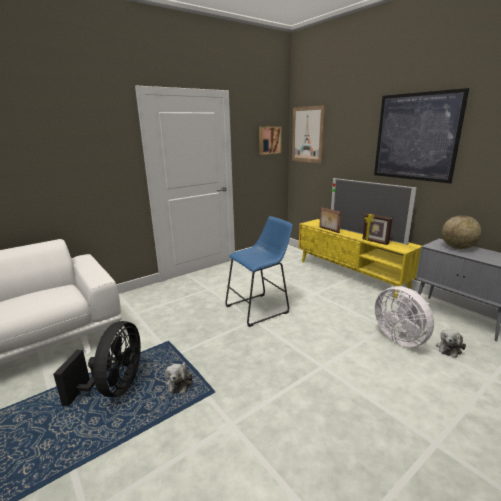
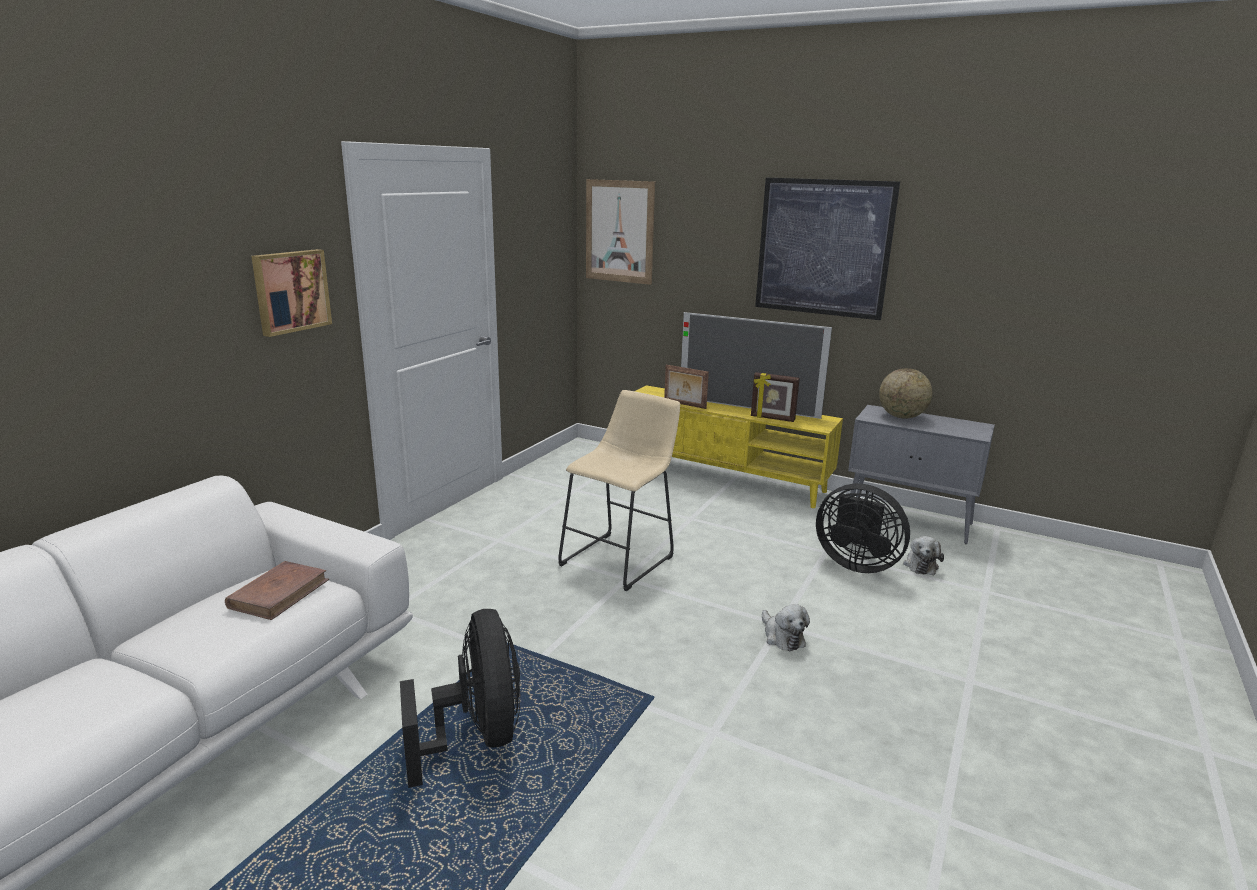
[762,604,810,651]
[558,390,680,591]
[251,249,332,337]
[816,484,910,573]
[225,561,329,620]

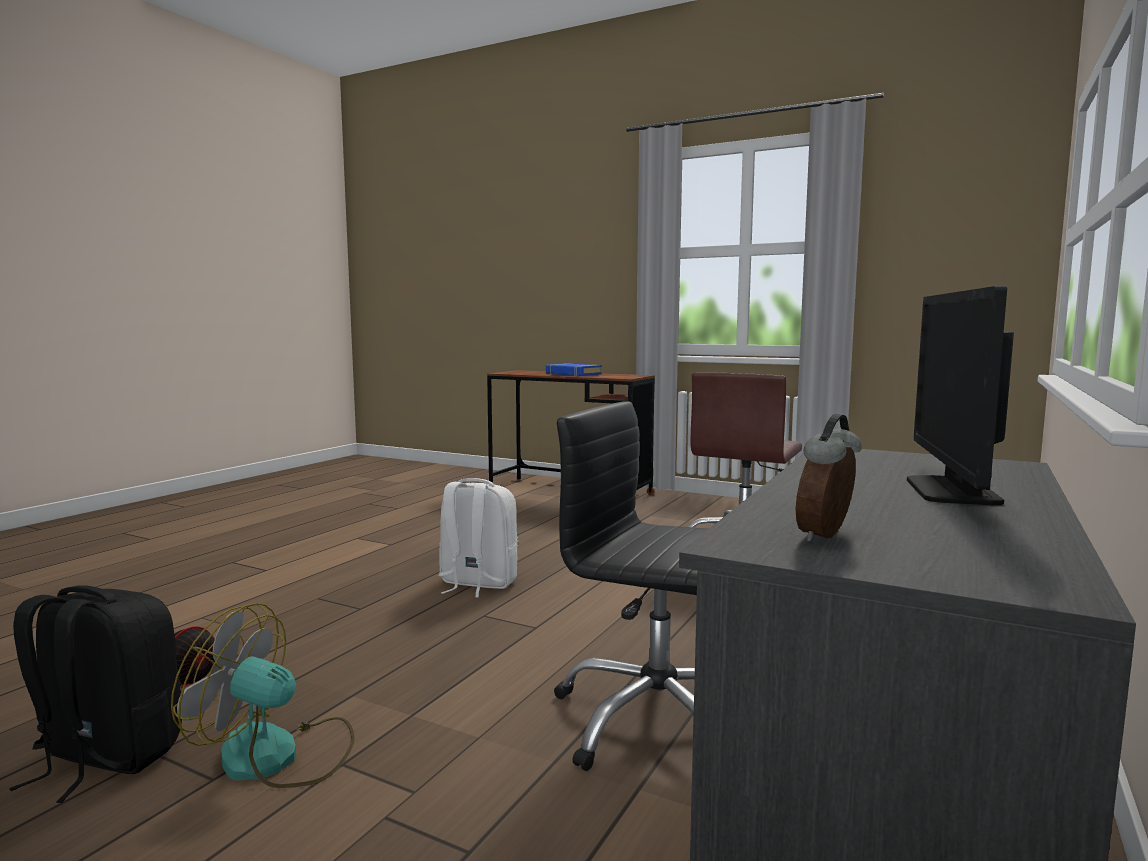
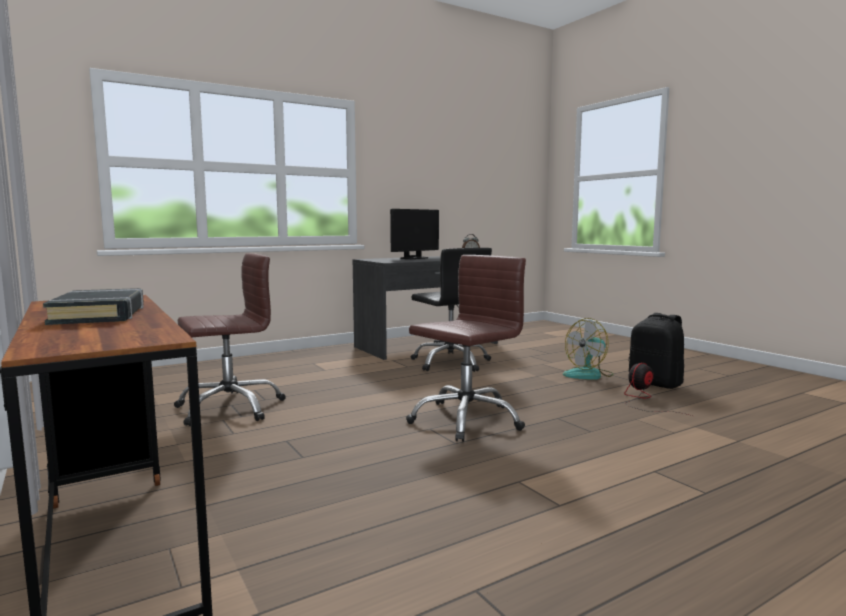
[563,318,613,380]
[406,255,526,442]
[43,288,144,325]

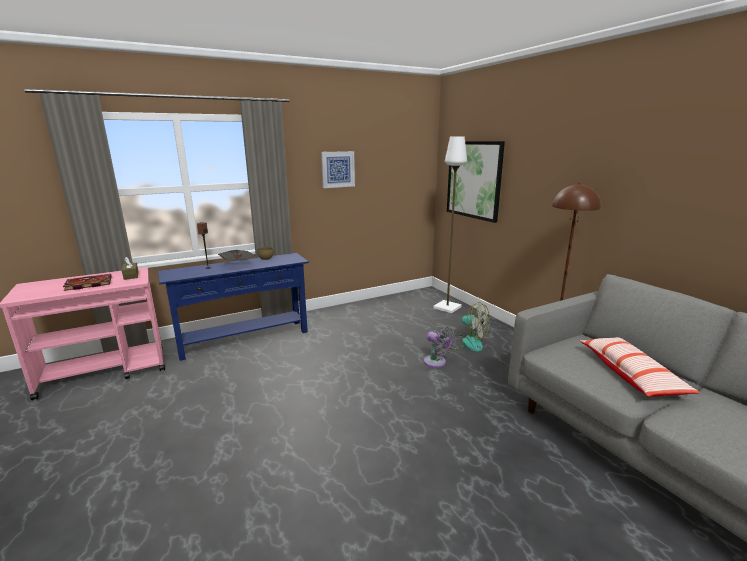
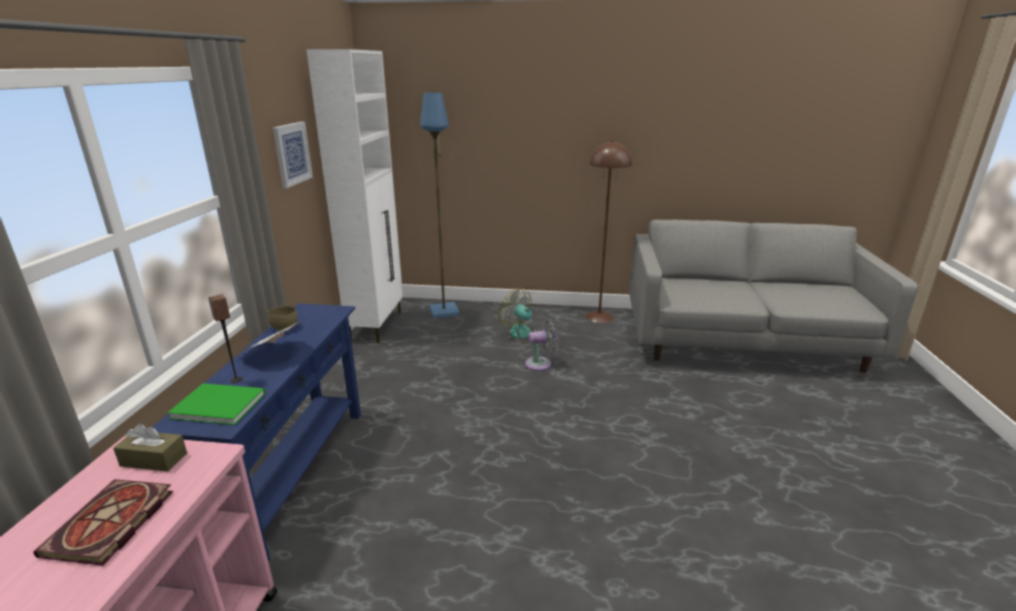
[420,92,459,318]
[447,141,505,223] (first image)
[498,288,547,344]
[580,337,700,397] (first image)
[167,383,266,425]
[306,49,403,343]

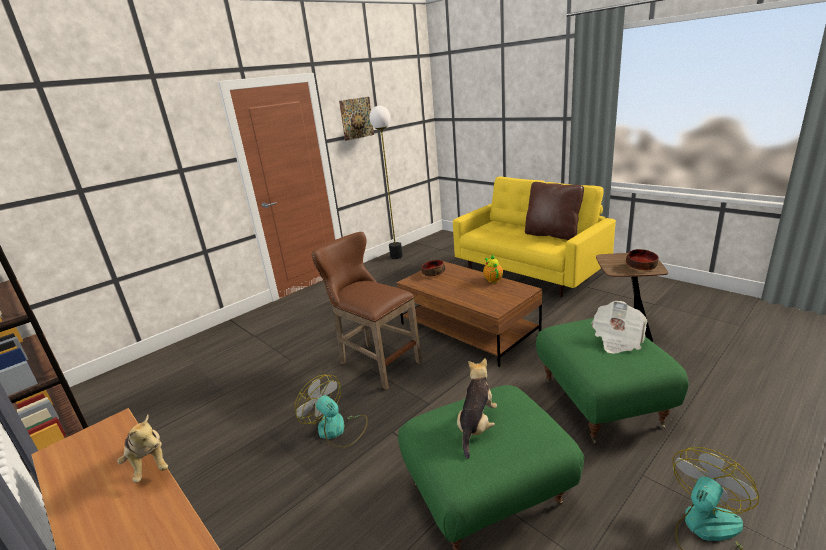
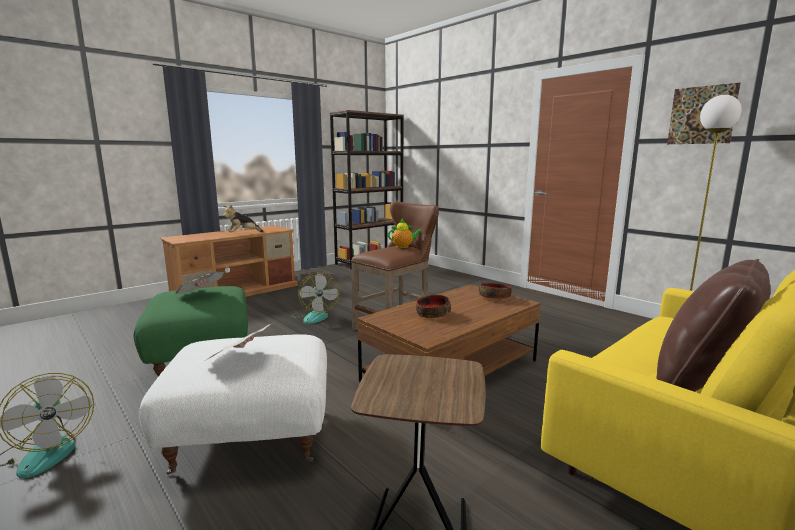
[291,273,339,324]
[174,272,224,295]
[388,219,421,248]
[138,334,327,475]
[416,295,451,318]

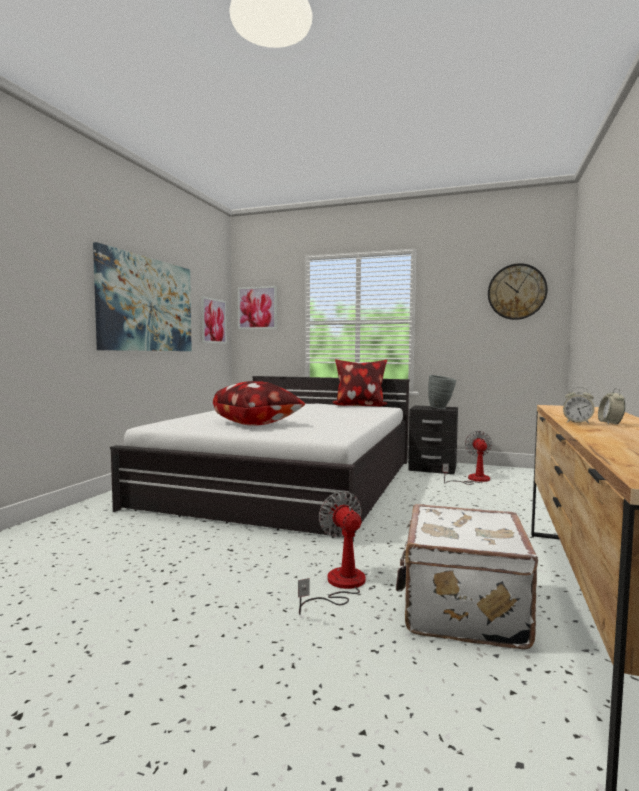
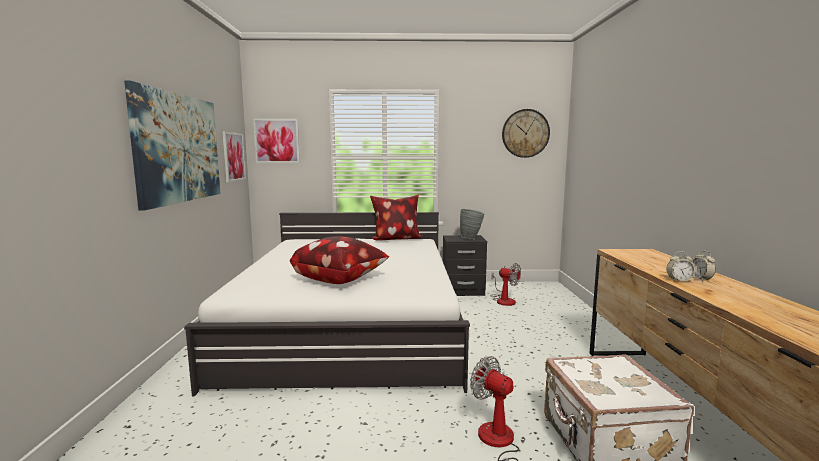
[491,263,521,306]

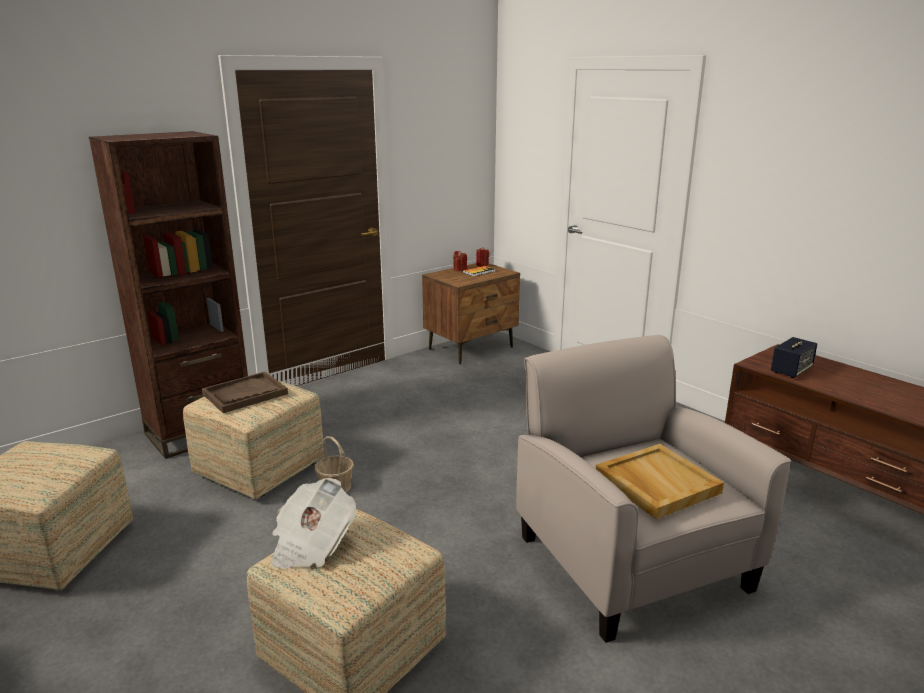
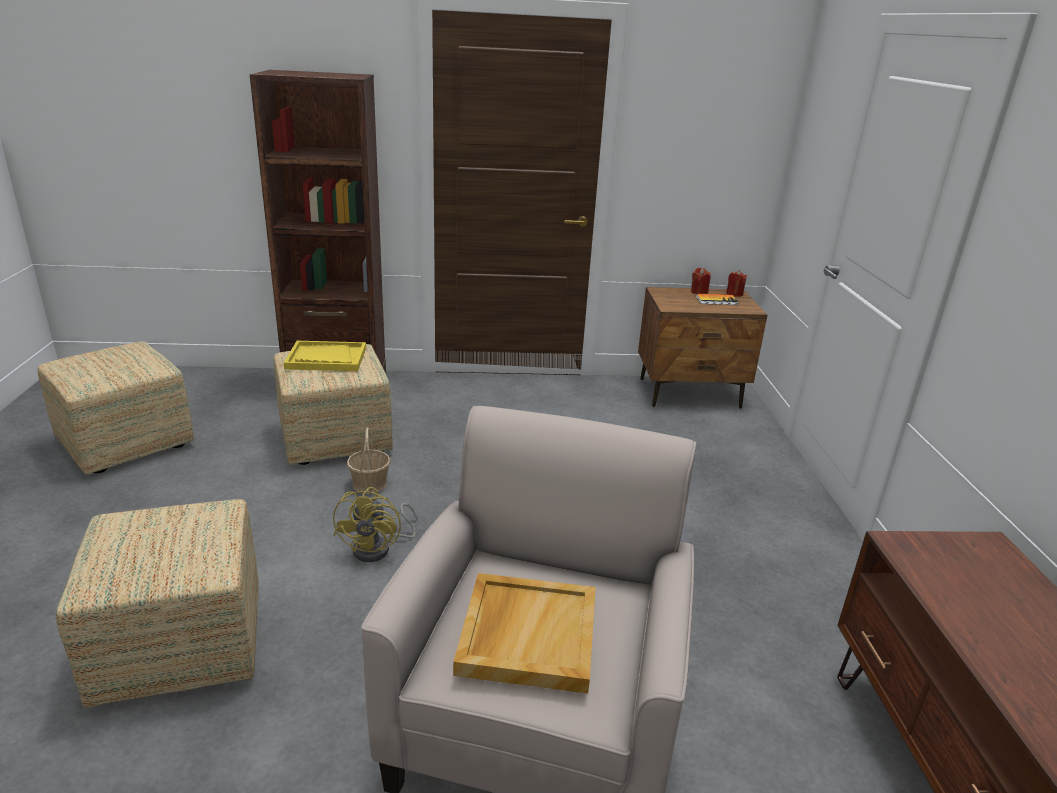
[284,341,366,371]
[271,478,356,568] (first image)
[771,337,817,378] (first image)
[333,487,418,562]

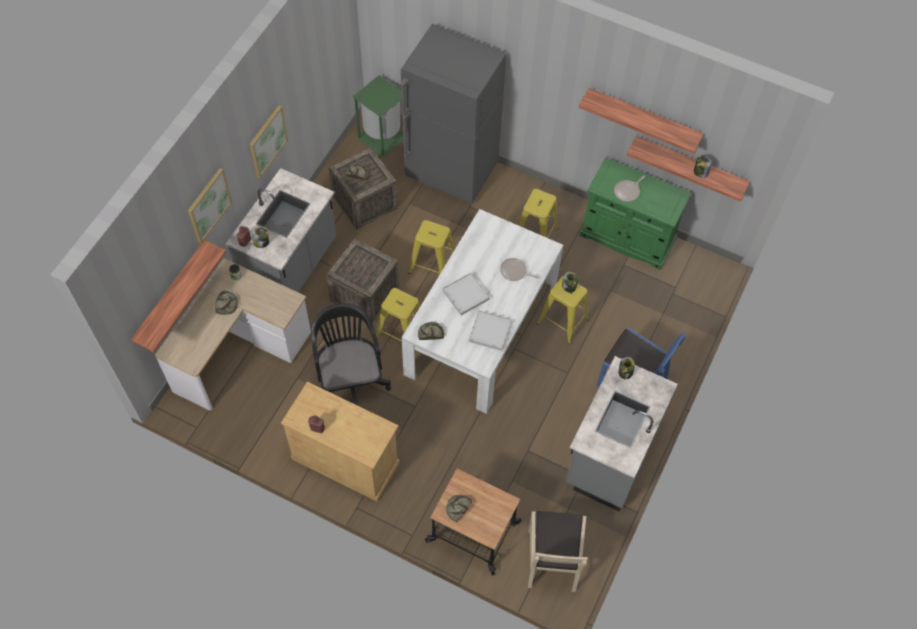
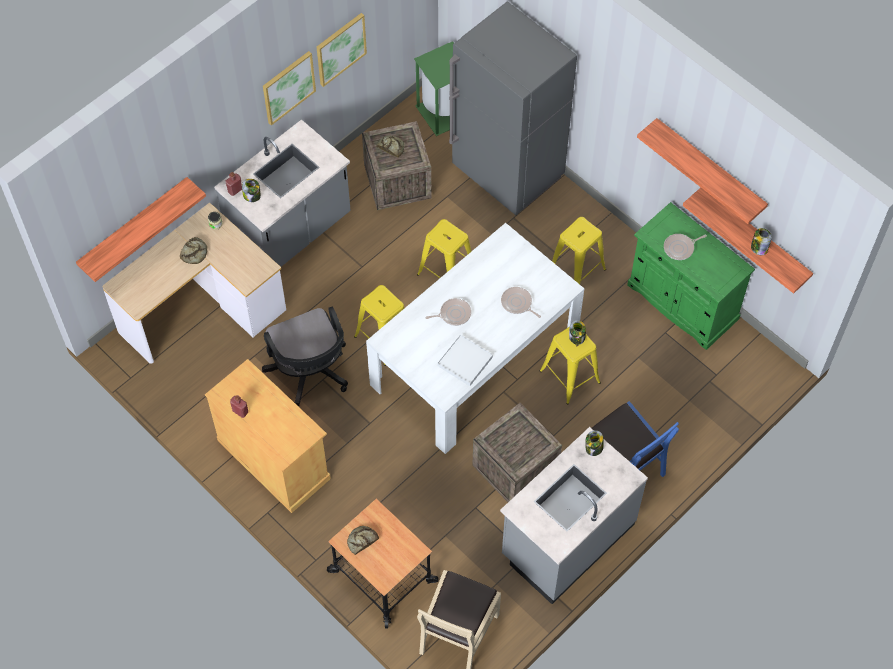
[317,13,367,87]
[262,306,348,406]
[472,403,562,502]
[418,322,444,340] (first image)
[425,298,471,326]

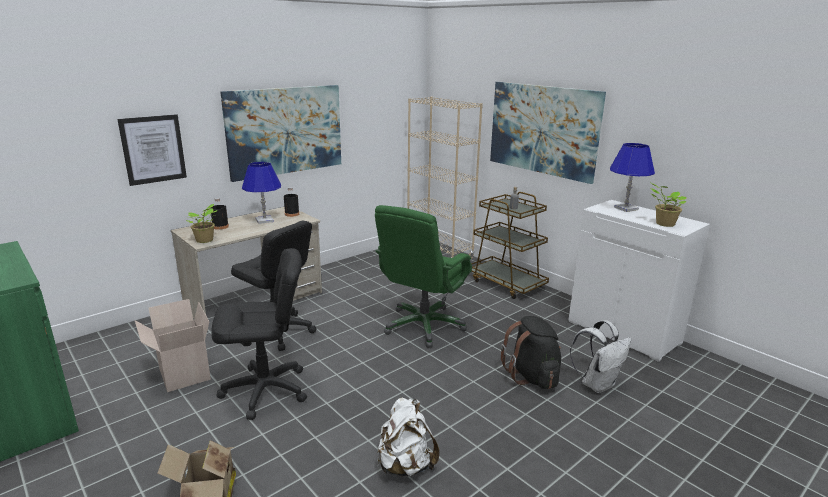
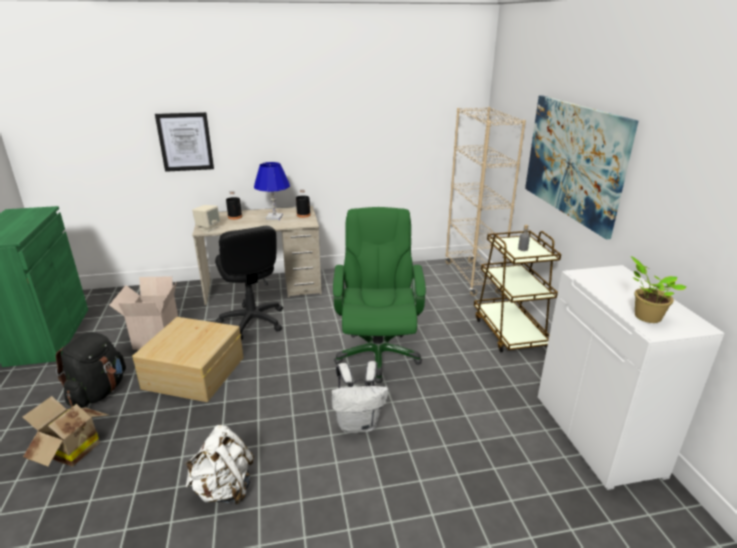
[192,205,221,232]
[132,317,244,402]
[220,85,341,182] (first image)
[333,207,426,383]
[56,332,126,408]
[331,361,388,433]
[610,143,655,212] (first image)

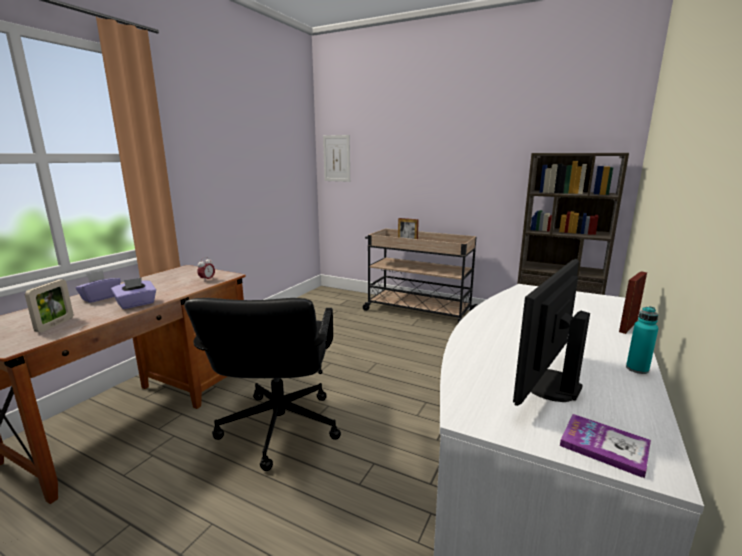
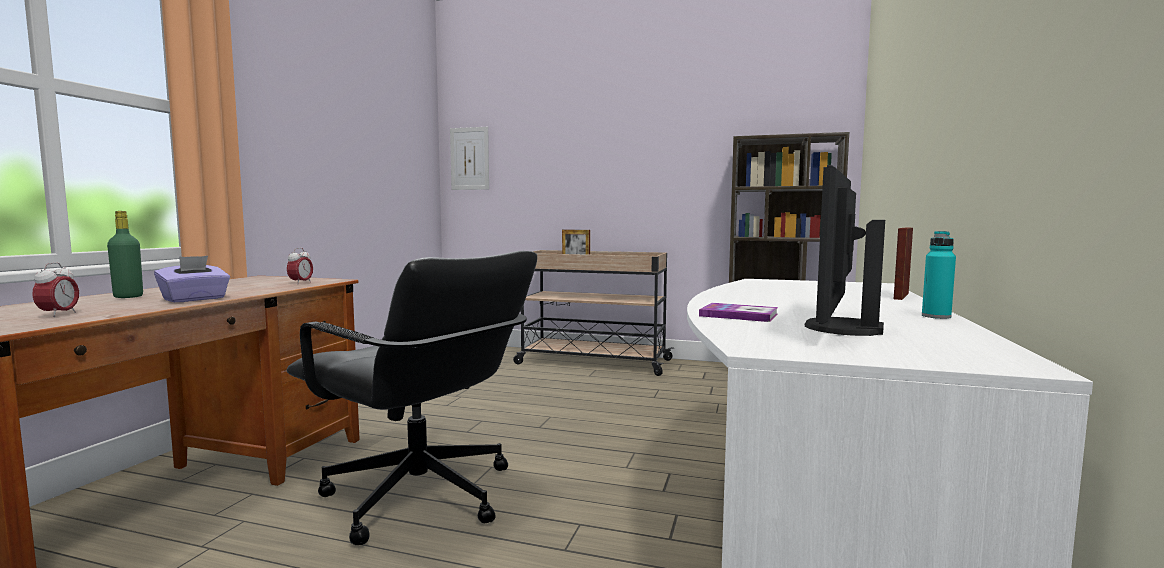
[32,263,79,317]
[107,211,143,298]
[286,251,537,545]
[699,303,778,322]

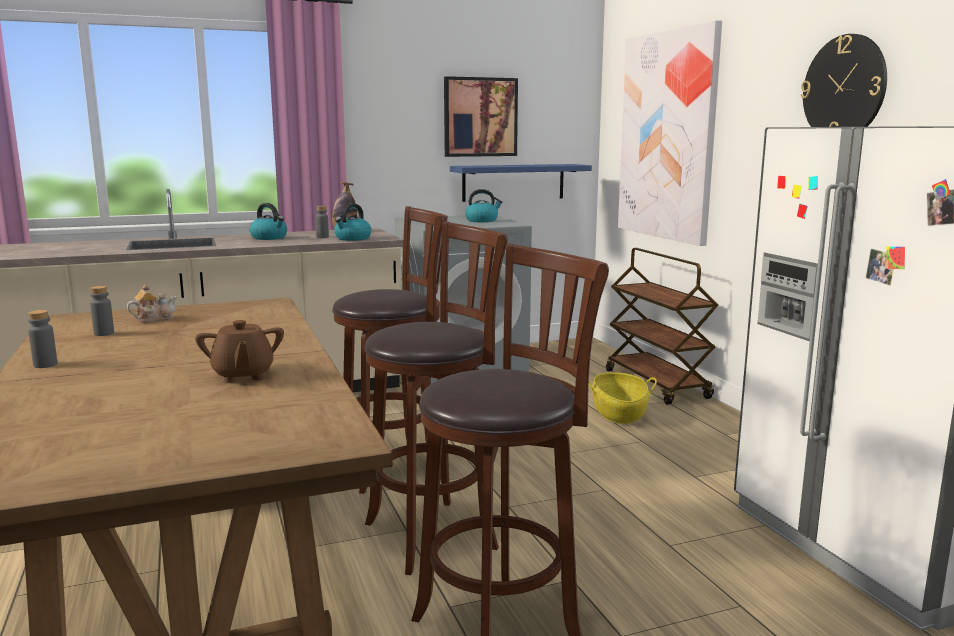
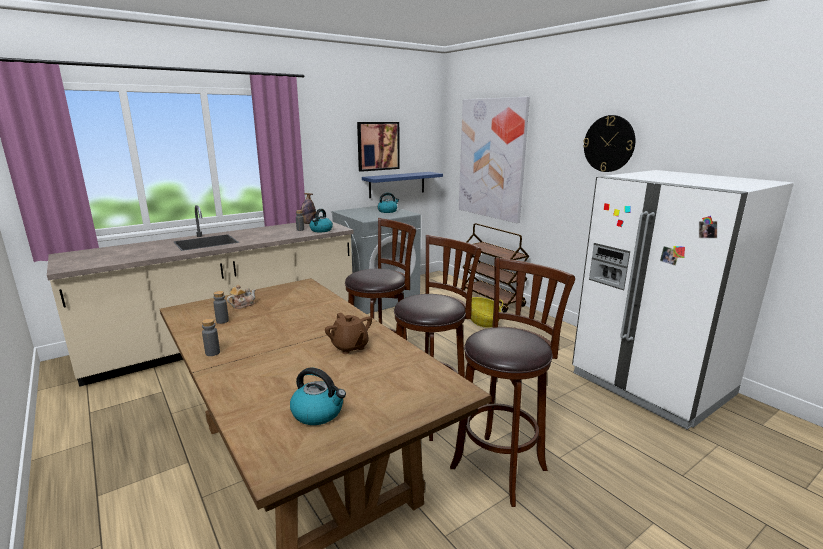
[290,368,346,425]

